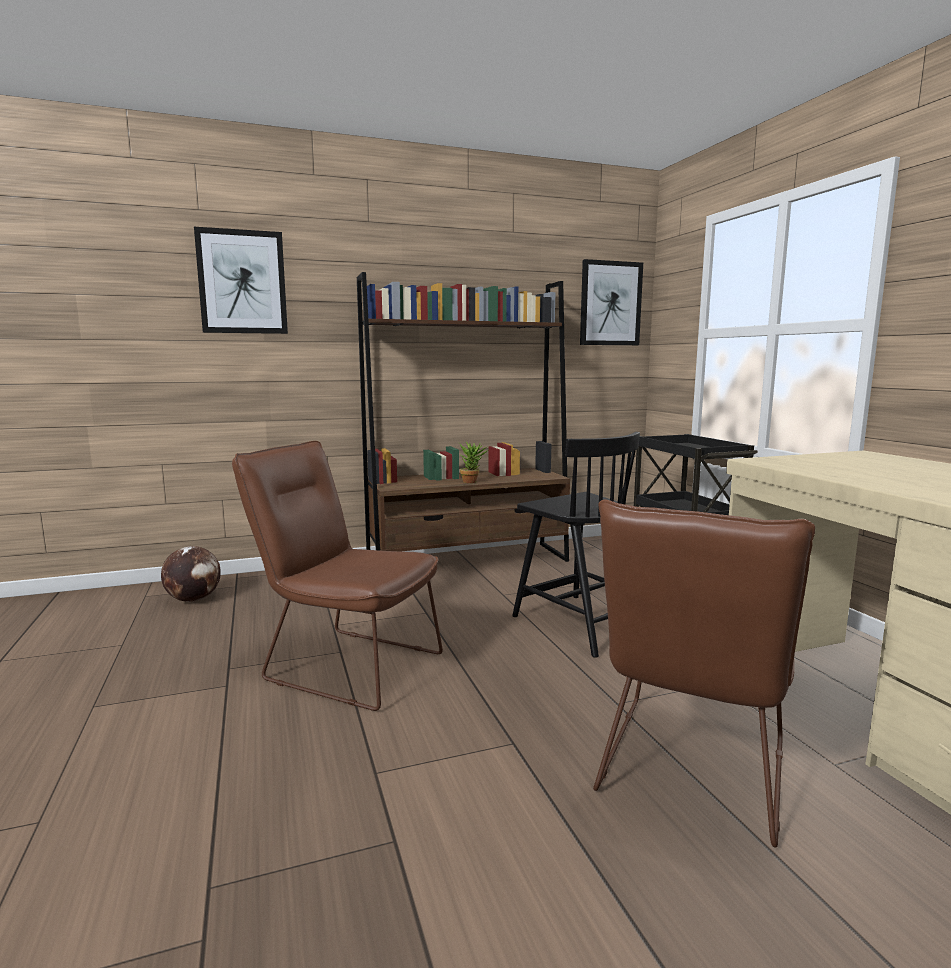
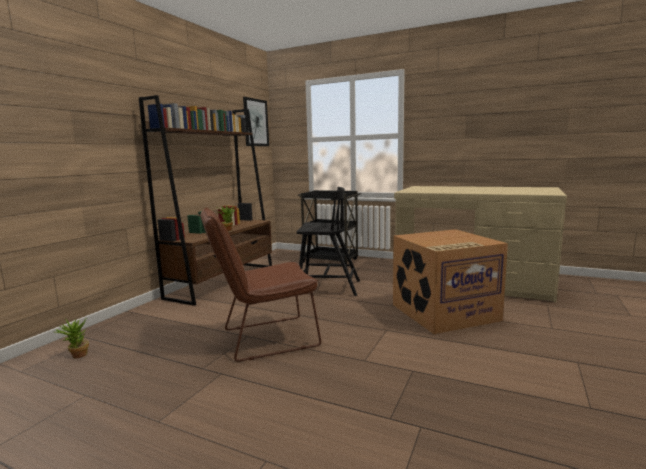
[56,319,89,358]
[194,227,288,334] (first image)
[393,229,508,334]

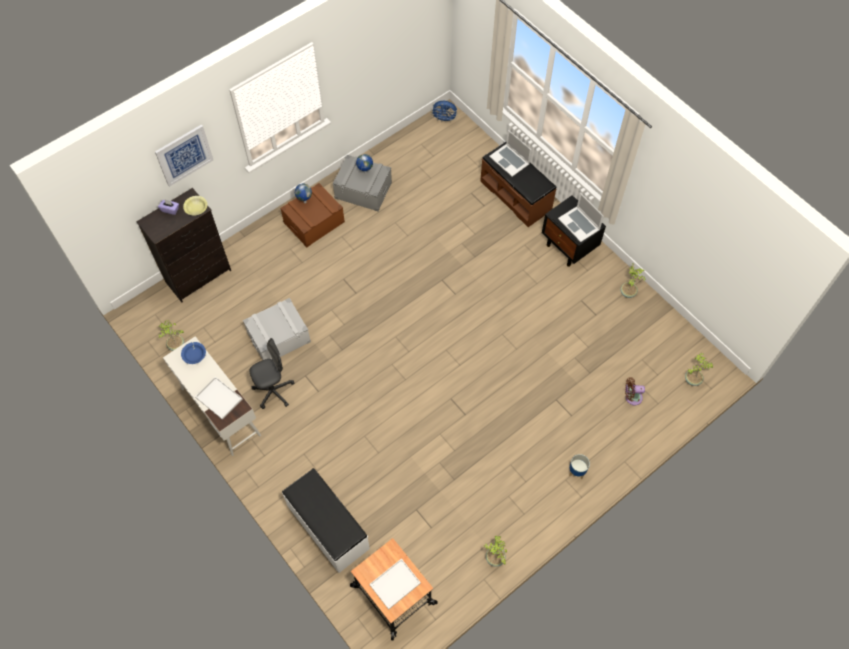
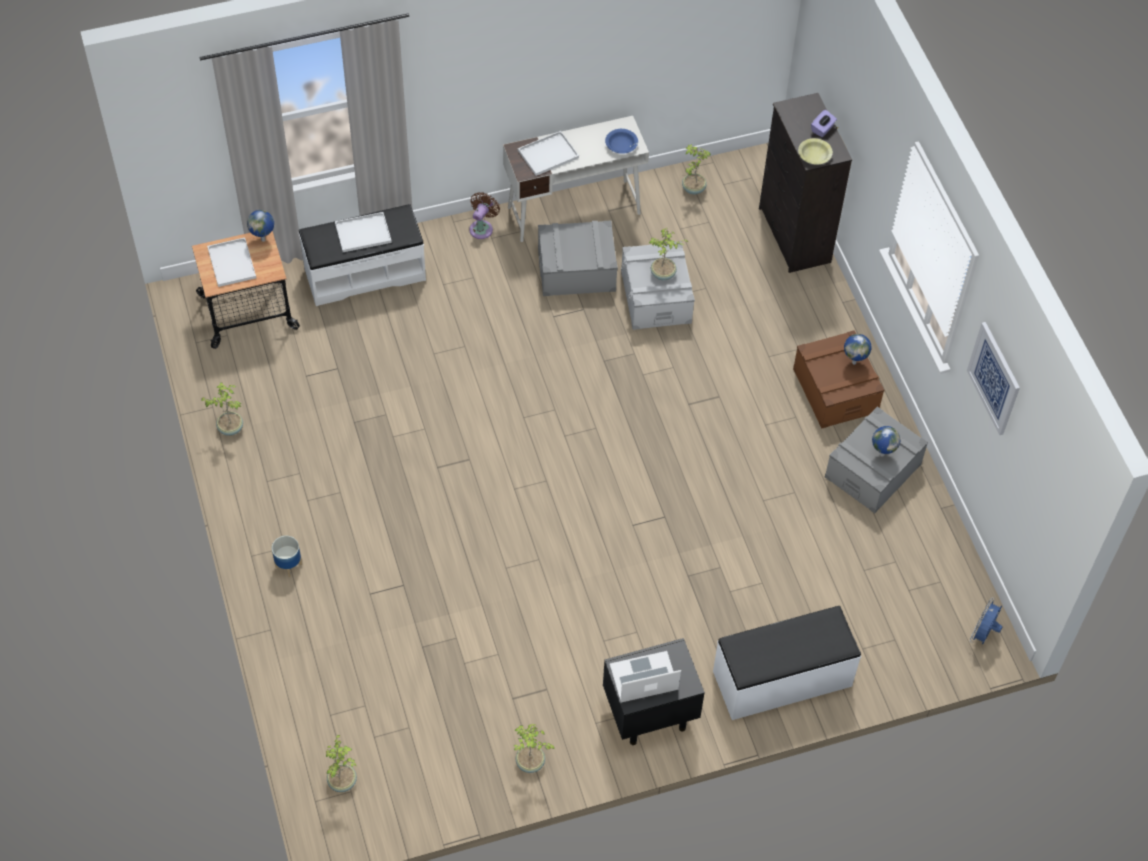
[967,322,1020,435]
[538,221,618,296]
[713,606,861,720]
[489,130,532,177] (first image)
[469,192,500,239]
[247,210,274,242]
[335,212,392,252]
[648,228,688,280]

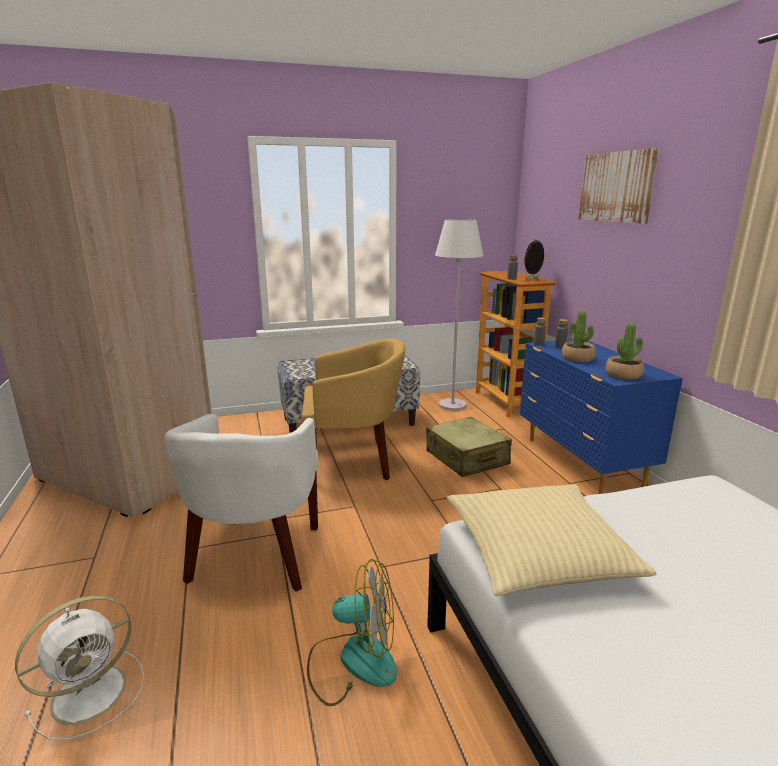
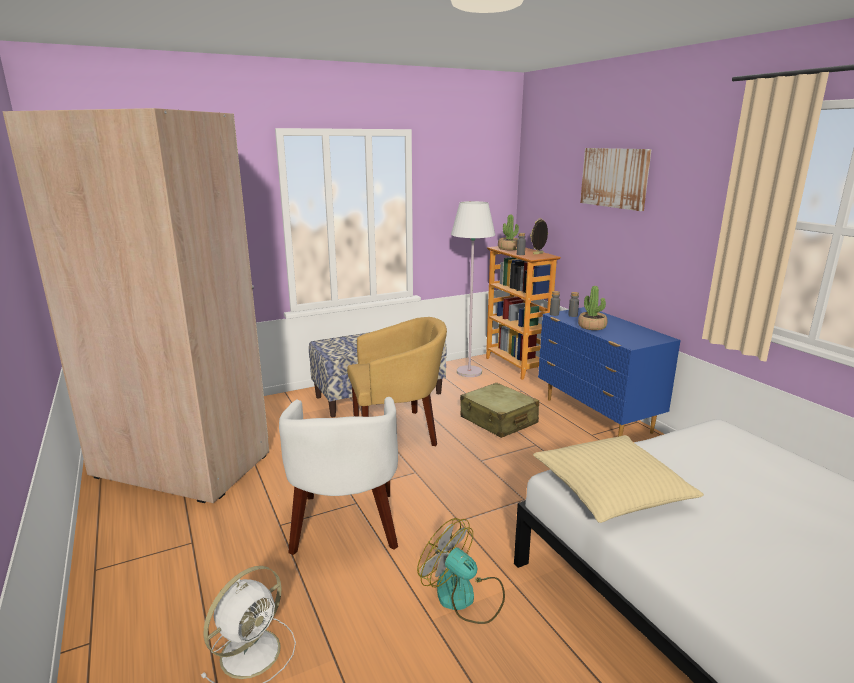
[417,518,505,624]
[498,214,519,250]

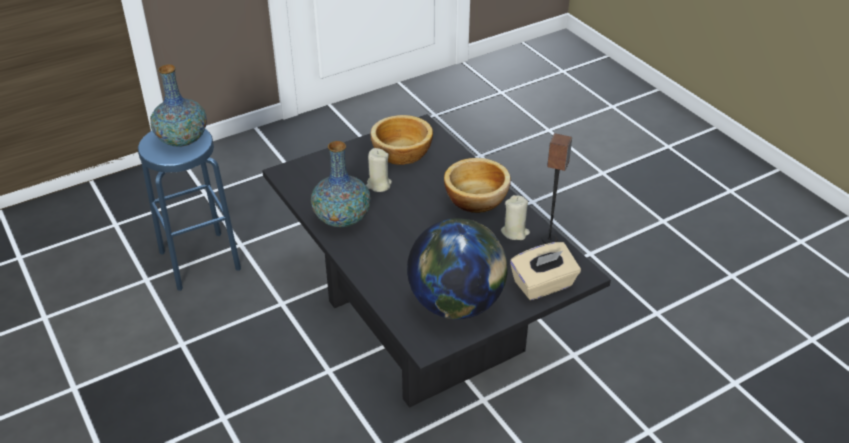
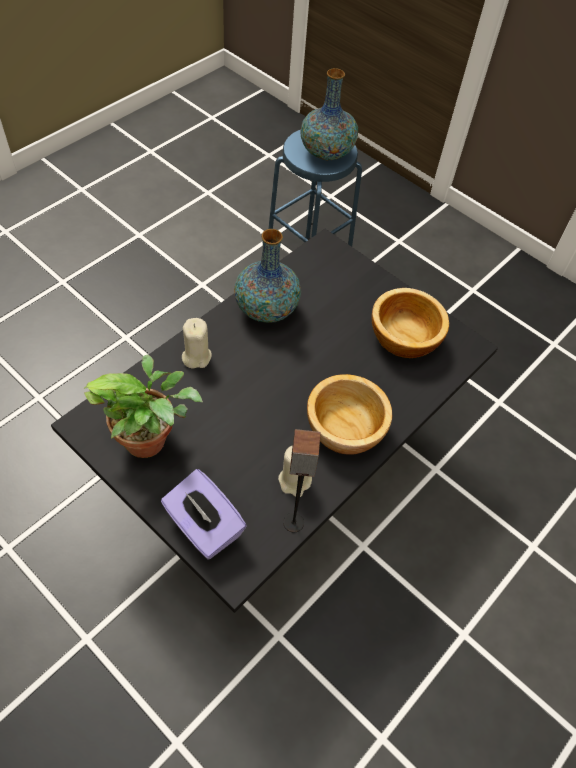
[182,318,212,368]
[83,354,203,458]
[161,469,247,560]

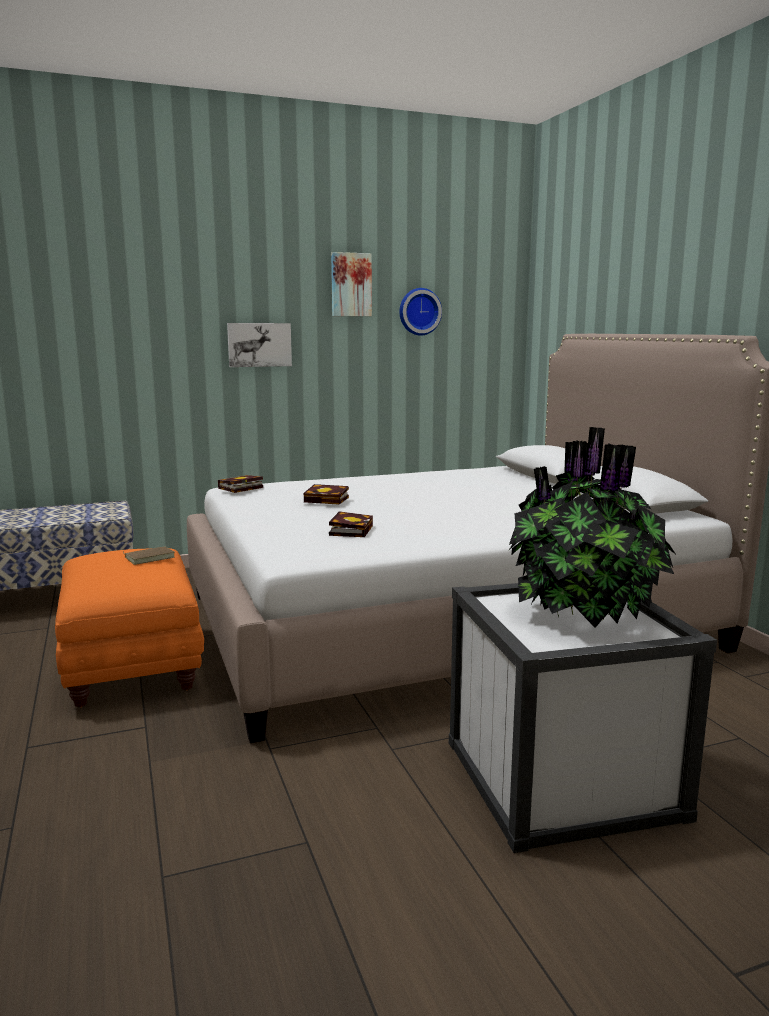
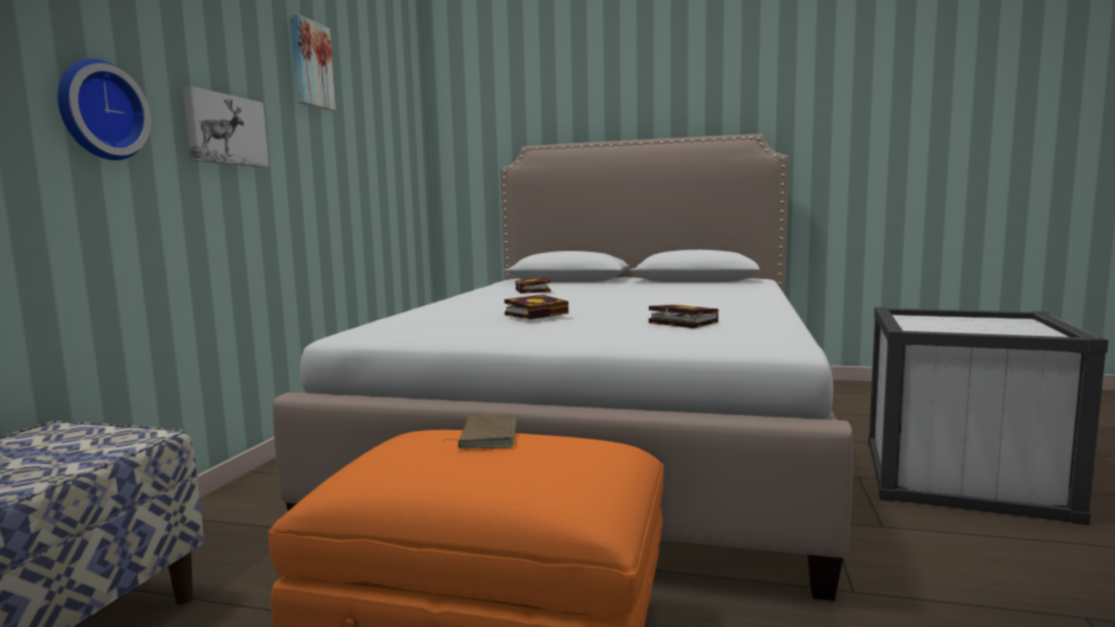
[515,277,551,294]
[58,59,151,160]
[509,427,675,627] (first image)

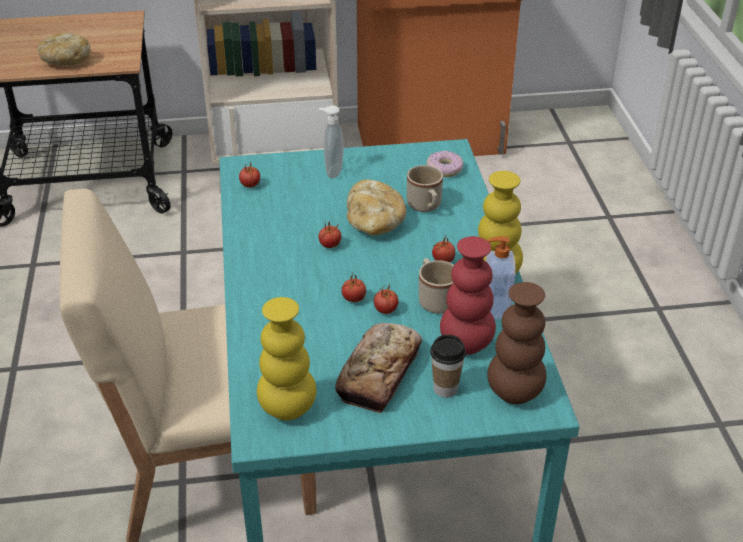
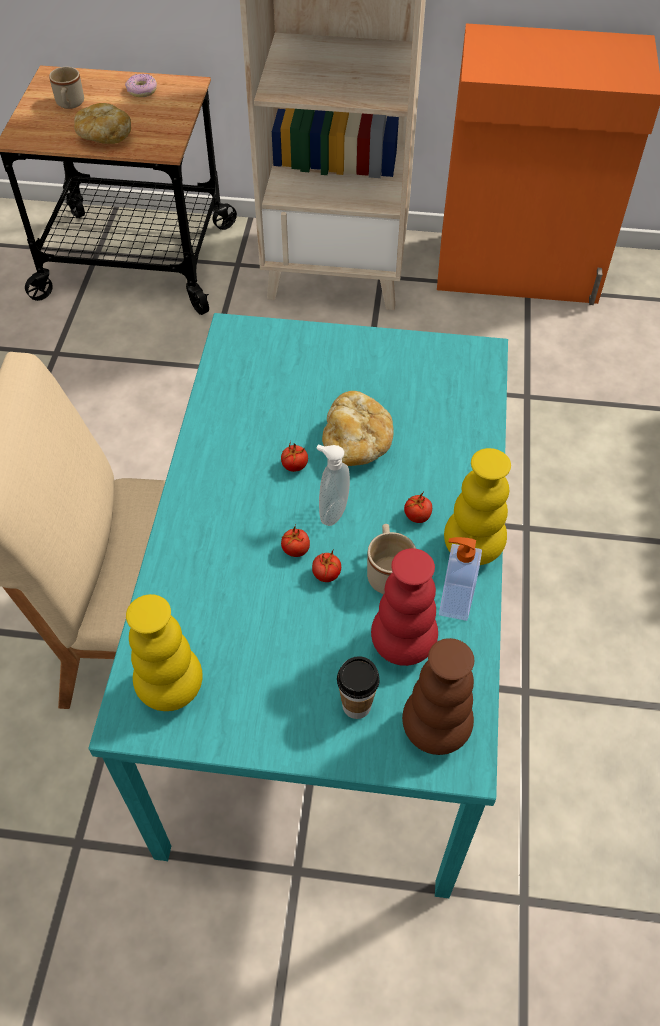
[239,162,260,188] (first image)
[317,445,350,526]
[335,323,422,413] (first image)
[49,67,84,109]
[125,74,157,97]

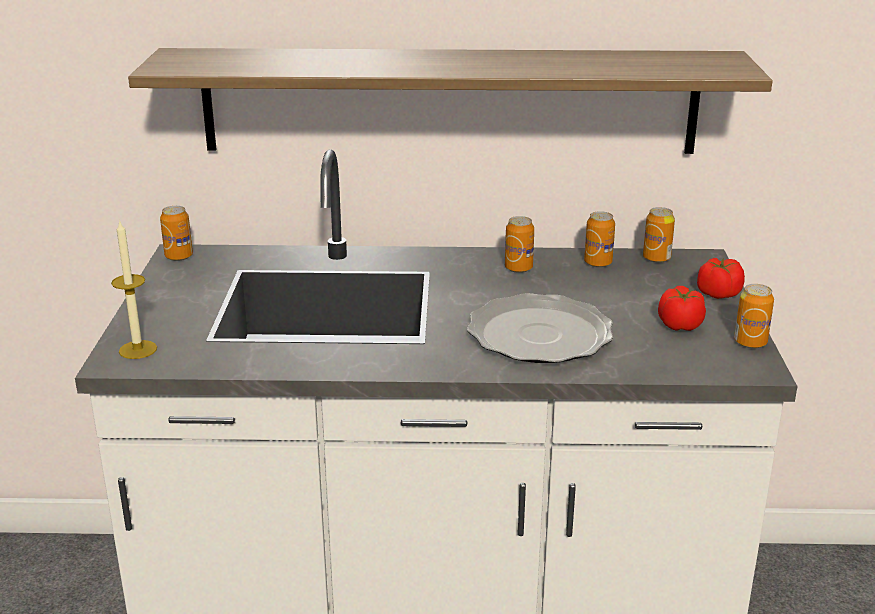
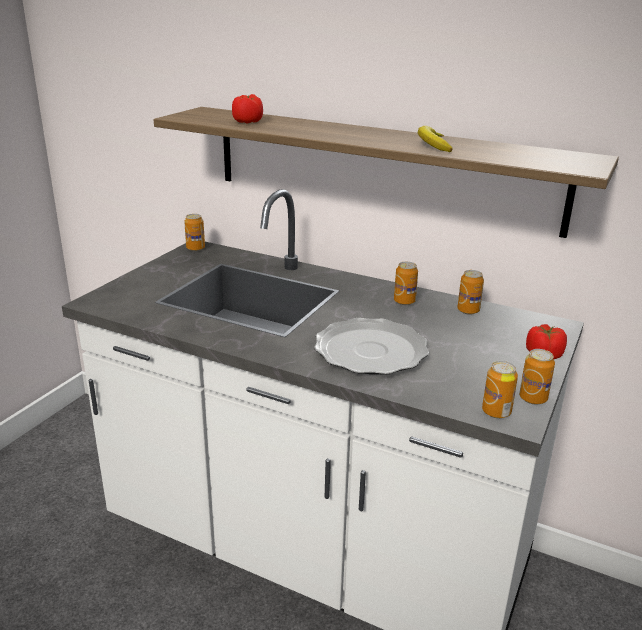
[111,220,157,359] (first image)
[482,361,518,418]
[232,94,263,124]
[418,126,453,152]

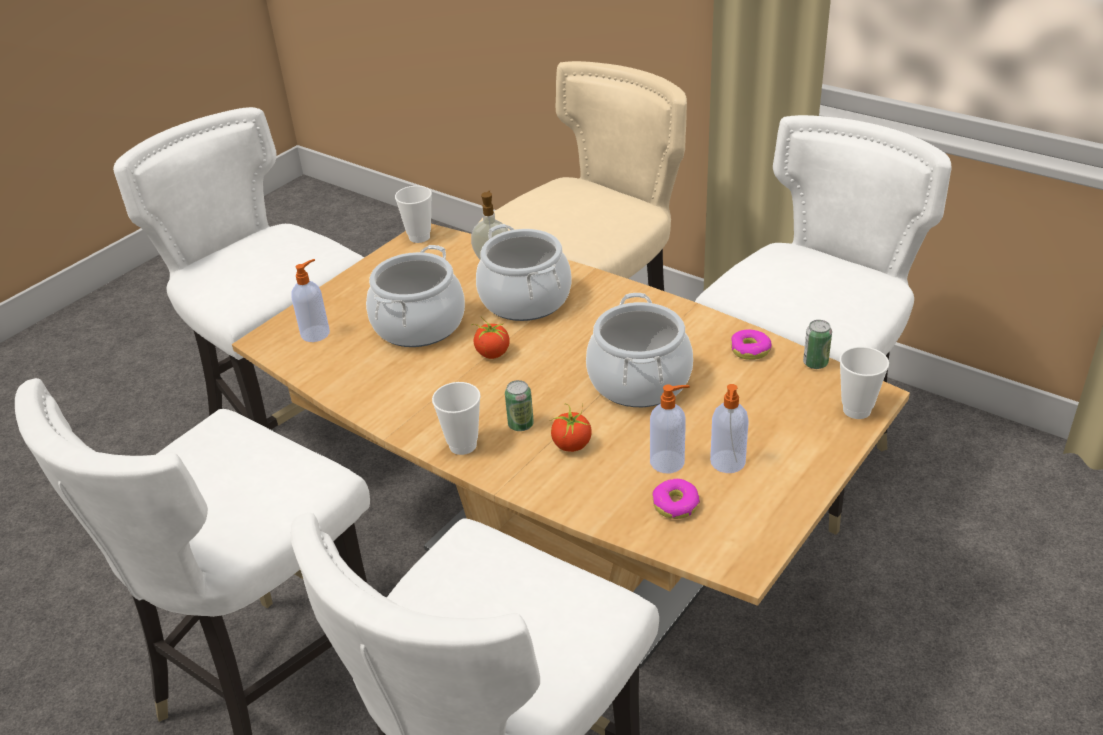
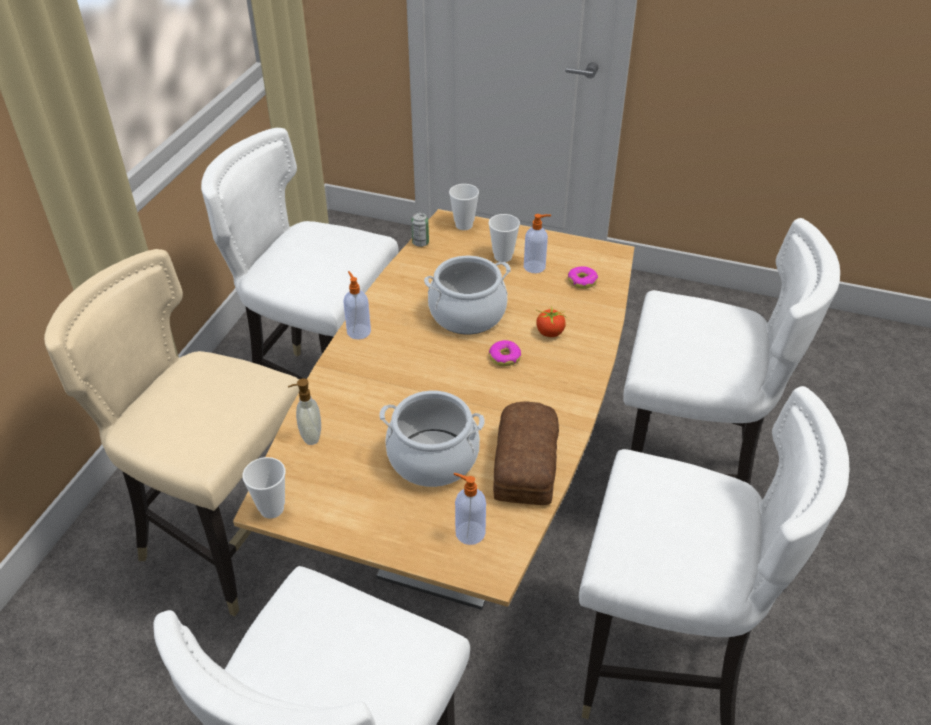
[489,214,520,262]
[471,317,510,359] (first image)
[476,224,572,321] (first image)
[505,380,534,431] (first image)
[343,271,371,339]
[489,340,521,366]
[493,402,559,505]

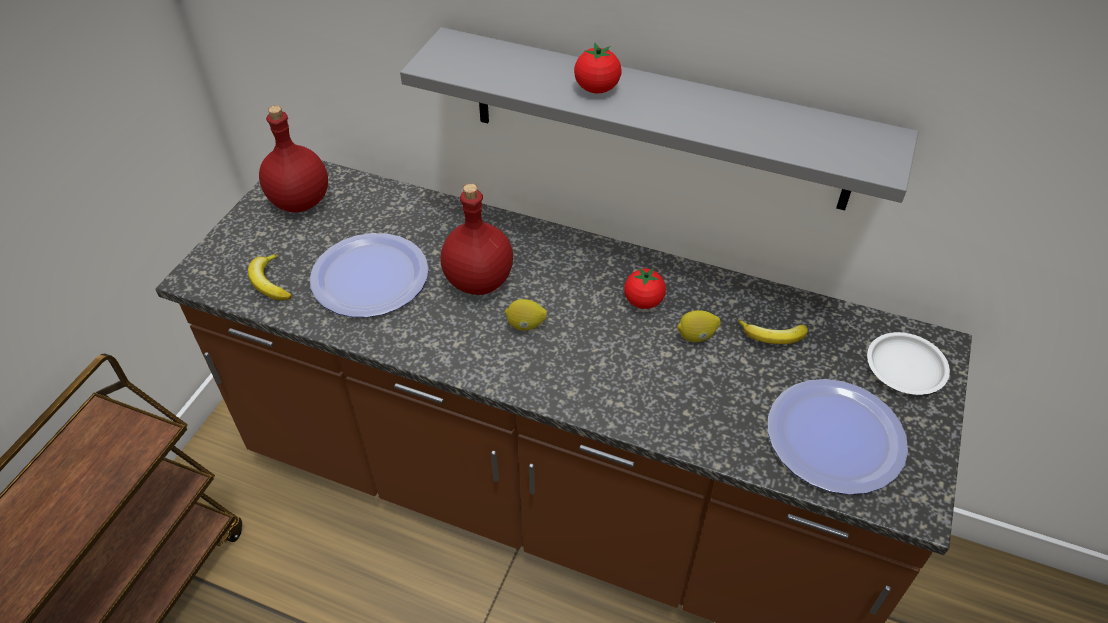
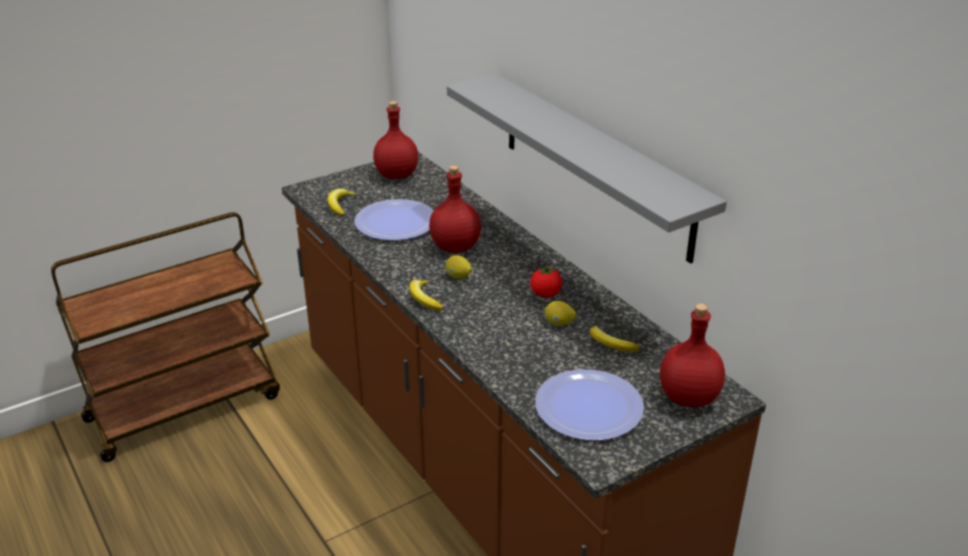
[574,42,622,93] (first image)
[660,304,725,407]
[409,280,444,310]

